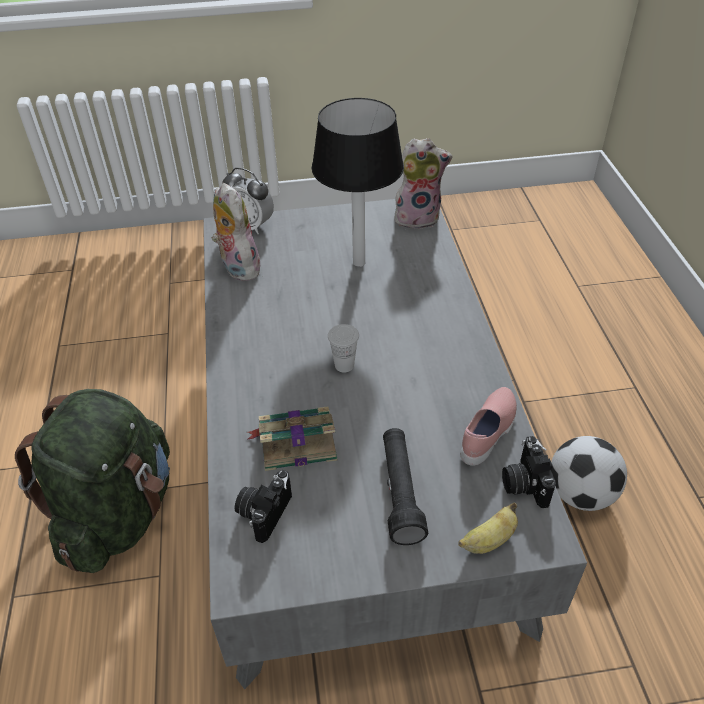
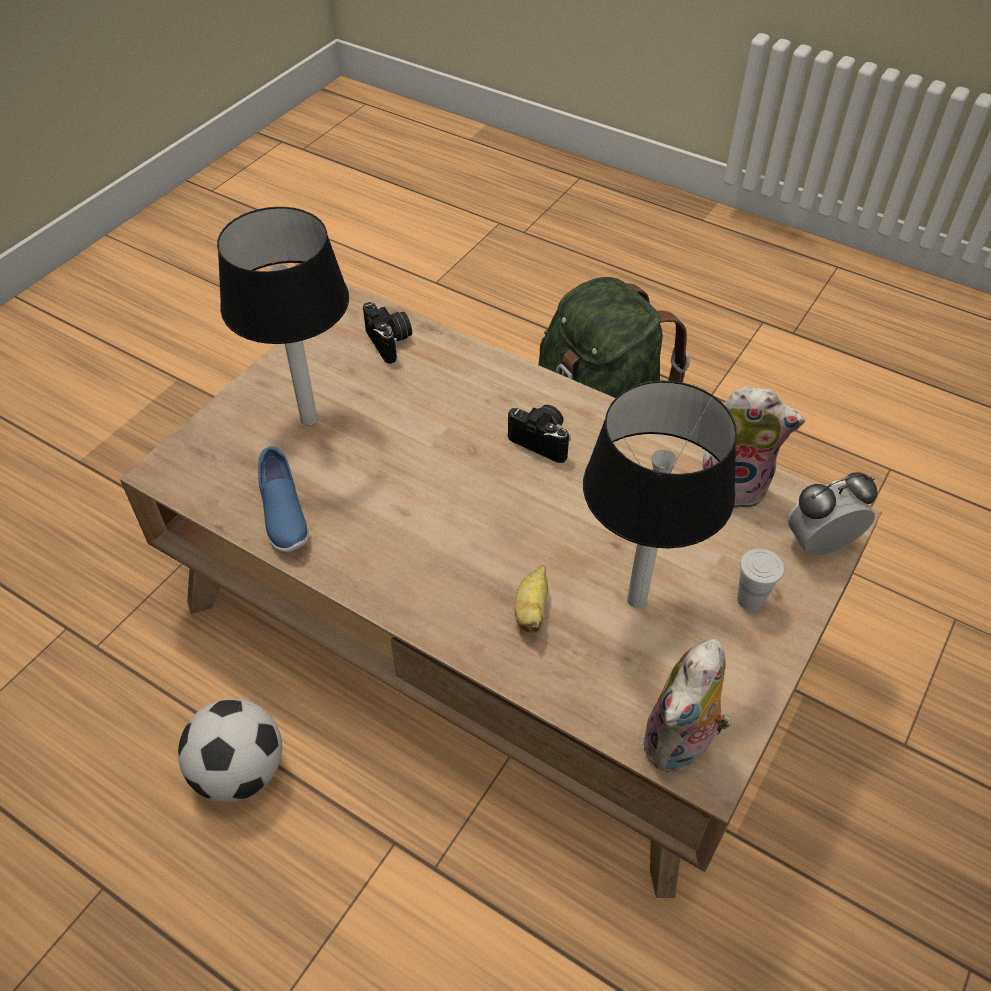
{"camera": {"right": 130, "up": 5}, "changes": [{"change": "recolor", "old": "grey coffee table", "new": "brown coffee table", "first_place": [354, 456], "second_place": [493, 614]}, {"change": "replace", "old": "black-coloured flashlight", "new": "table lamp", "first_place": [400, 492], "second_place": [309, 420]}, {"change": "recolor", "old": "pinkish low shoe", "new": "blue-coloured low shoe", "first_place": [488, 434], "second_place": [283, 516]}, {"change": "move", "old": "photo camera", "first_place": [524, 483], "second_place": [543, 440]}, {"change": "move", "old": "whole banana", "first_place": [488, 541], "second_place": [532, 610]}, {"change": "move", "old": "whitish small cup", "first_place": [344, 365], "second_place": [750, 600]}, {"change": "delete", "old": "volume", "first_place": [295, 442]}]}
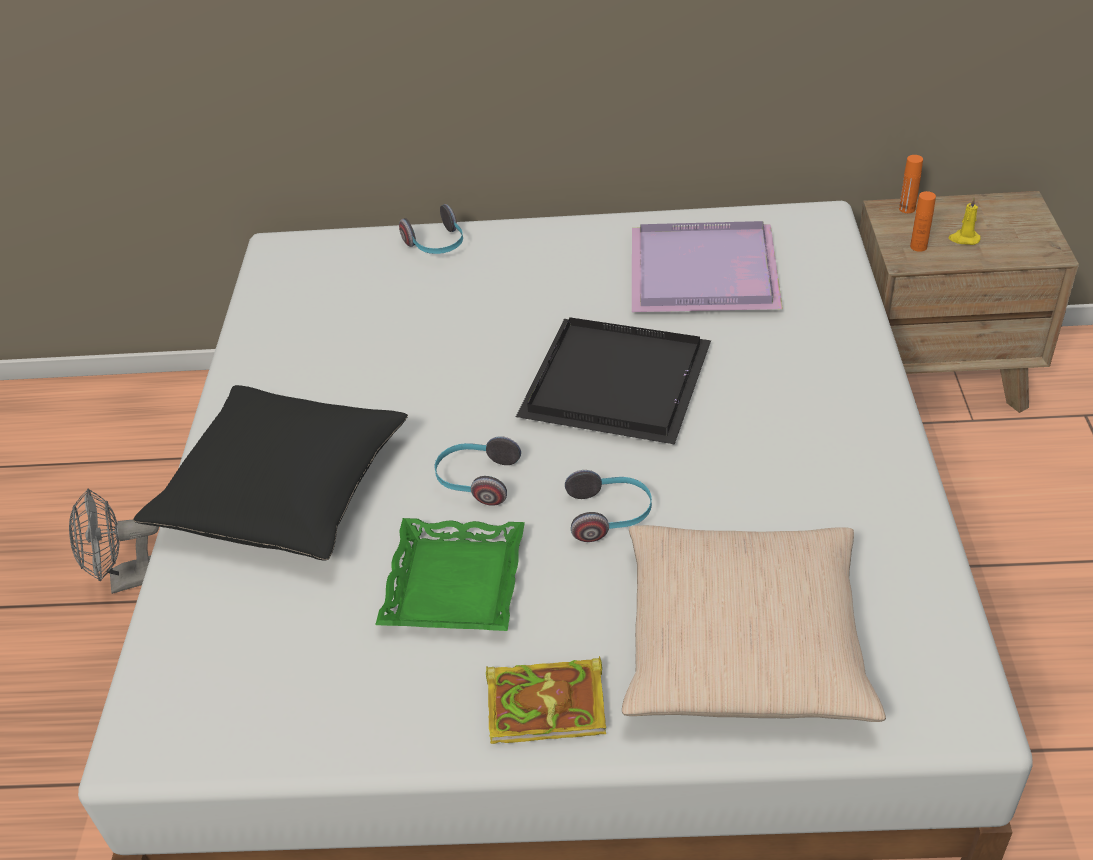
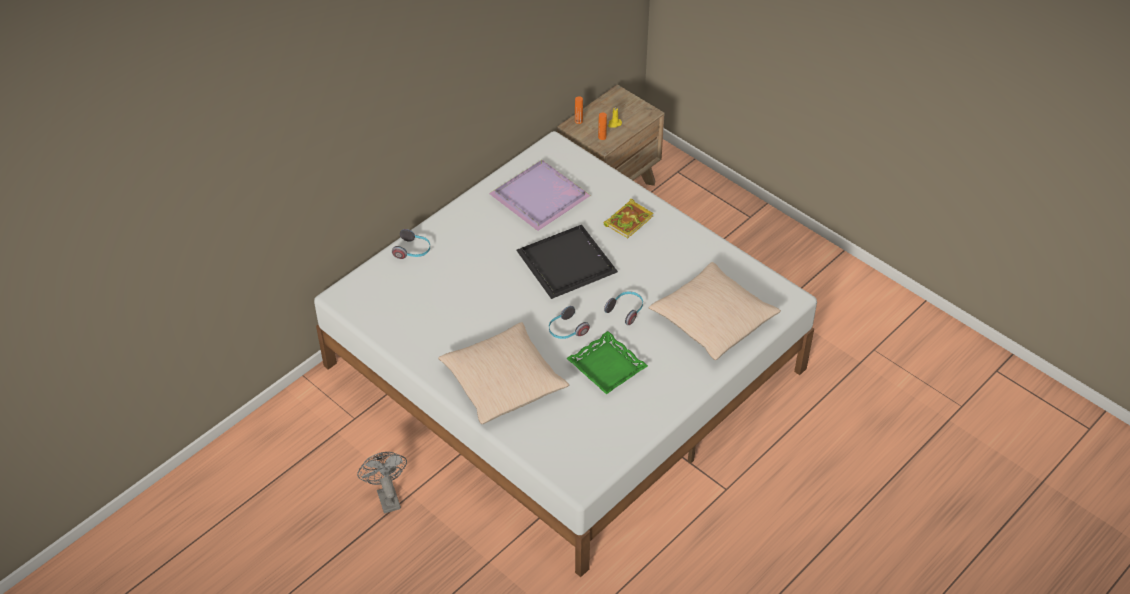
{"camera": {"right": -50, "up": 5}, "changes": [{"change": "rotate", "old": "grey electric fan", "first_place": [128, 579], "second_place": [386, 496], "degrees": 135}, {"change": "recolor", "old": "black-coloured cushion", "new": "beige cushion", "first_place": [284, 491], "second_place": [503, 382]}, {"change": "move", "old": "volume", "first_place": [549, 703], "second_place": [629, 220]}]}
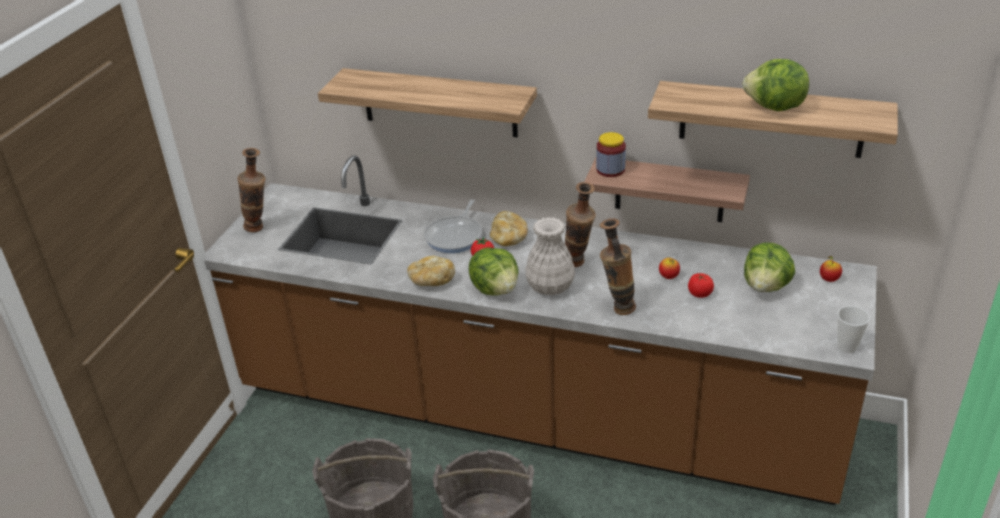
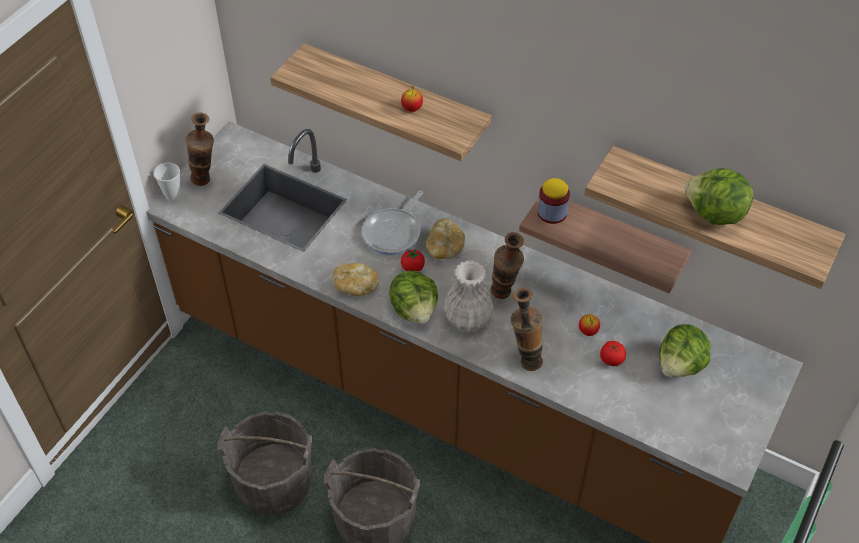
{"camera": {"right": 10, "up": 15}, "changes": [{"change": "move", "old": "small cup", "first_place": [847, 347], "second_place": [172, 195]}, {"change": "move", "old": "apple fruit", "first_place": [829, 279], "second_place": [412, 109]}]}
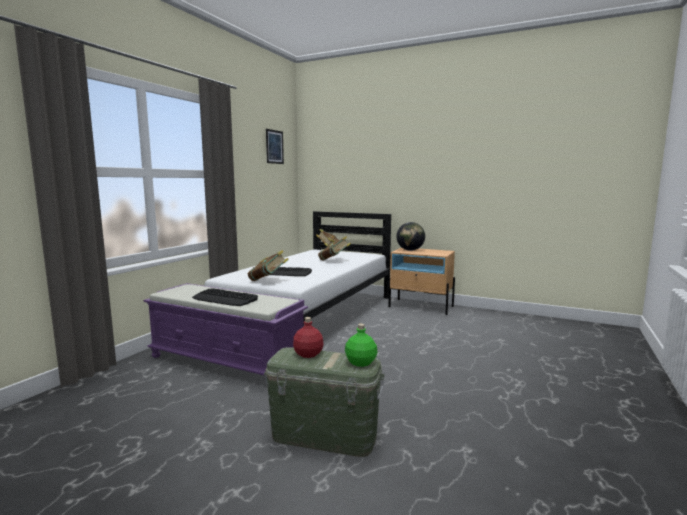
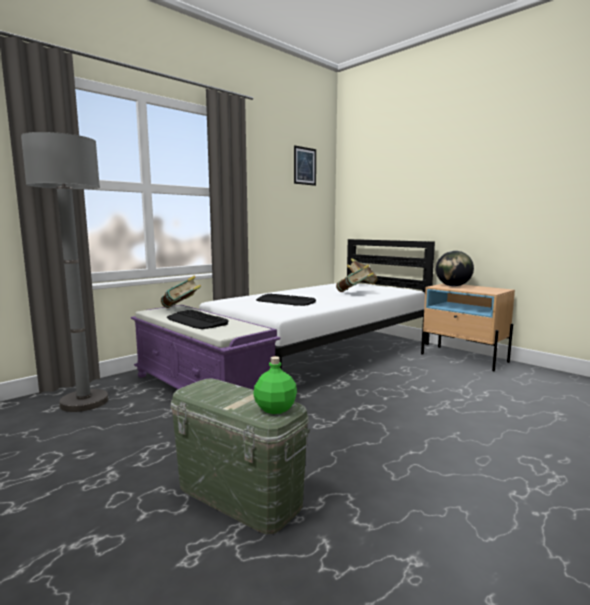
{"camera": {"right": 20, "up": 0}, "changes": [{"change": "insert", "new": "grey standard lamp", "second_place": [84, 402]}, {"change": "move", "old": "volume", "first_place": [268, 280], "second_place": [181, 308]}, {"change": "delete", "old": "reddish bottle", "first_place": [308, 354]}]}
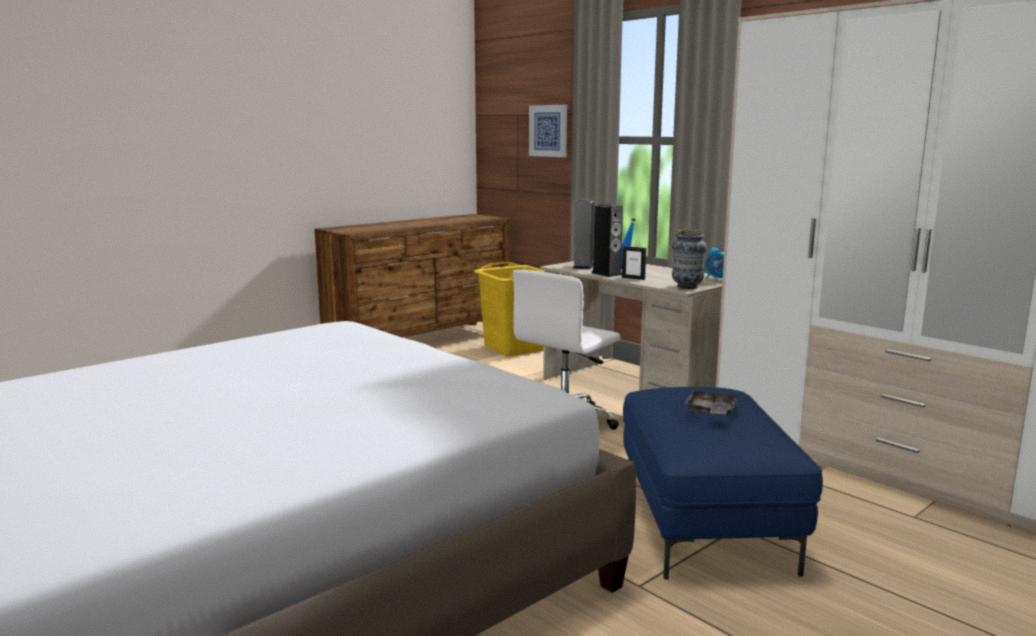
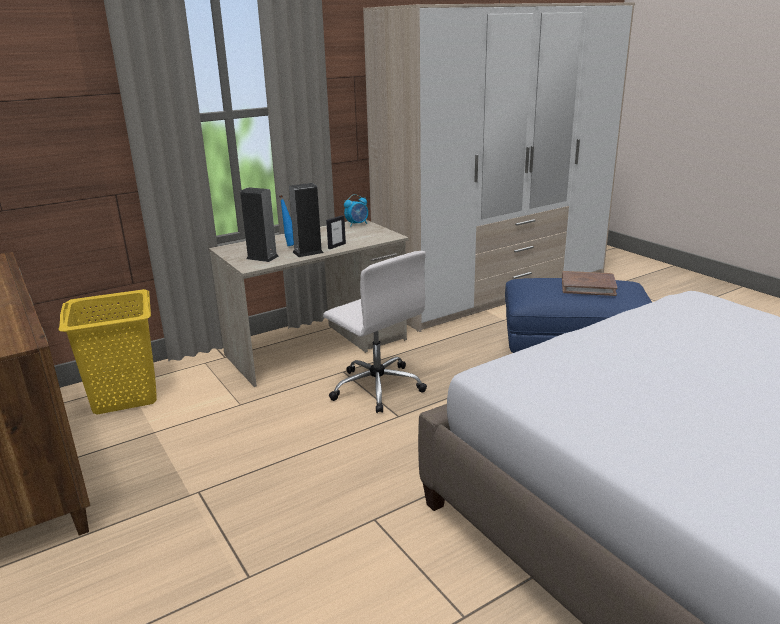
{"camera": {"right": -80, "up": 10}, "changes": [{"change": "replace", "old": "grey tray", "new": "brown volume", "first_place": [710, 412], "second_place": [588, 286]}, {"change": "delete", "old": "wall picture", "first_place": [548, 131]}, {"change": "delete", "old": "vase", "first_place": [687, 287]}]}
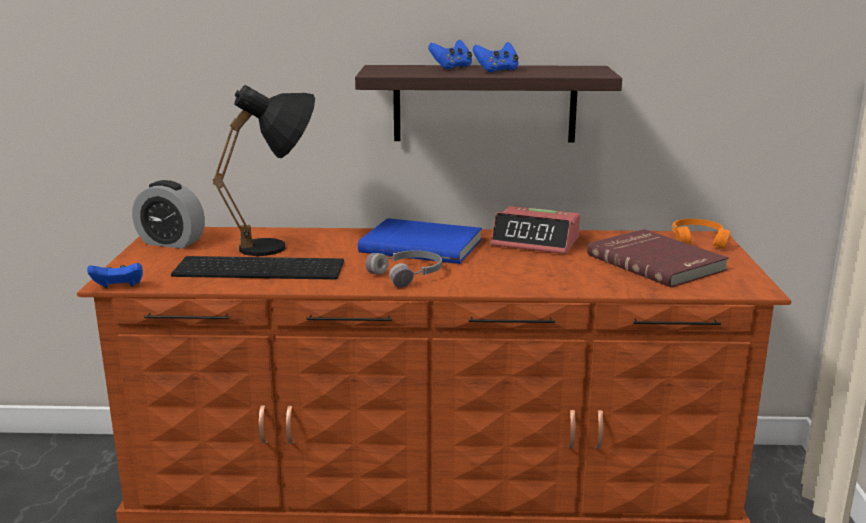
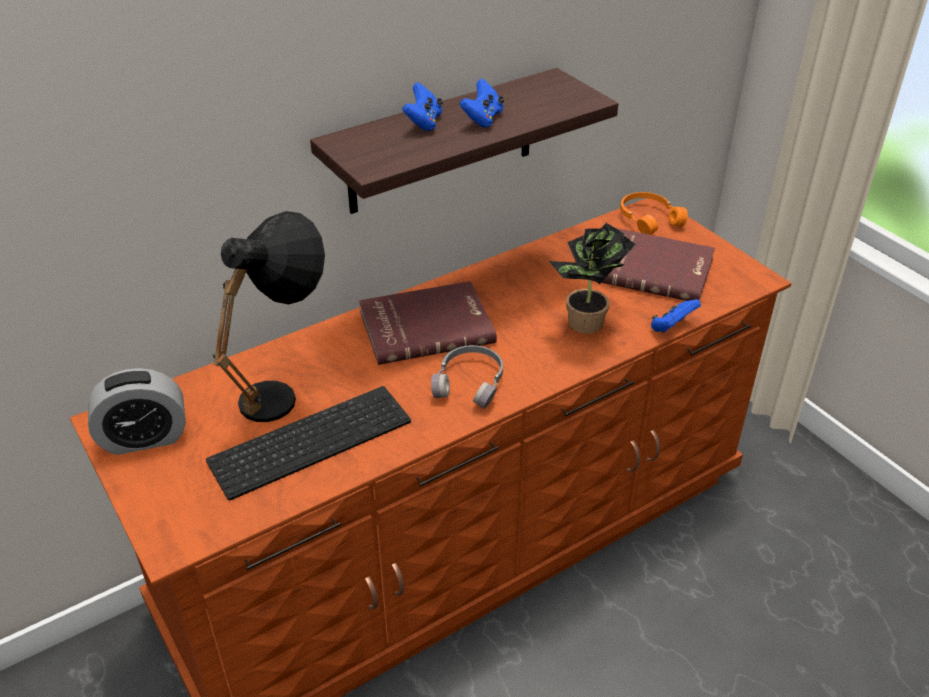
{"camera": {"right": -35, "up": 20}, "changes": [{"change": "recolor", "old": "blue-coloured volume", "new": "reddish volume", "first_place": [422, 245], "second_place": [426, 325]}, {"change": "insert", "new": "plant in a pot", "second_place": [586, 326]}, {"change": "move", "old": "blue-coloured joypad", "first_place": [118, 287], "second_place": [672, 327]}, {"change": "delete", "old": "table clock", "first_place": [536, 242]}]}
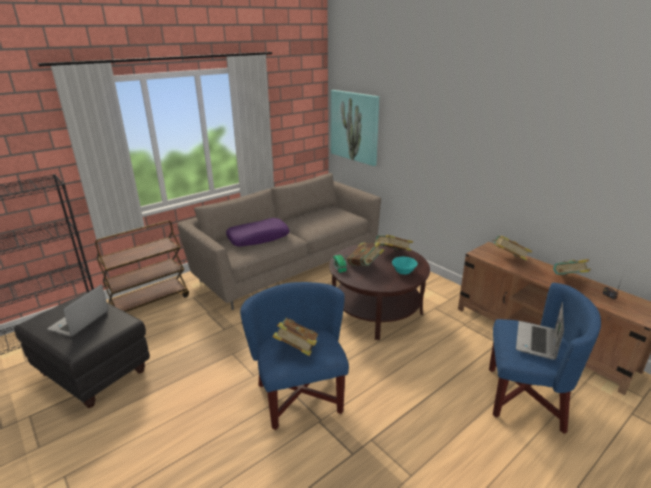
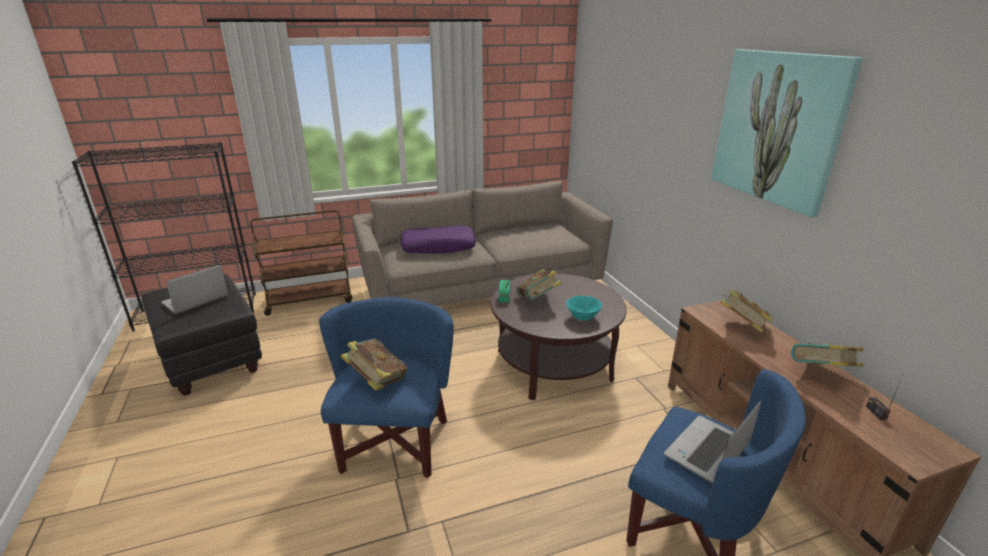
{"camera": {"right": 20, "up": 0}, "changes": [{"change": "move", "old": "wall picture", "first_place": [355, 126], "second_place": [778, 128]}, {"change": "delete", "old": "volume", "first_place": [392, 254]}]}
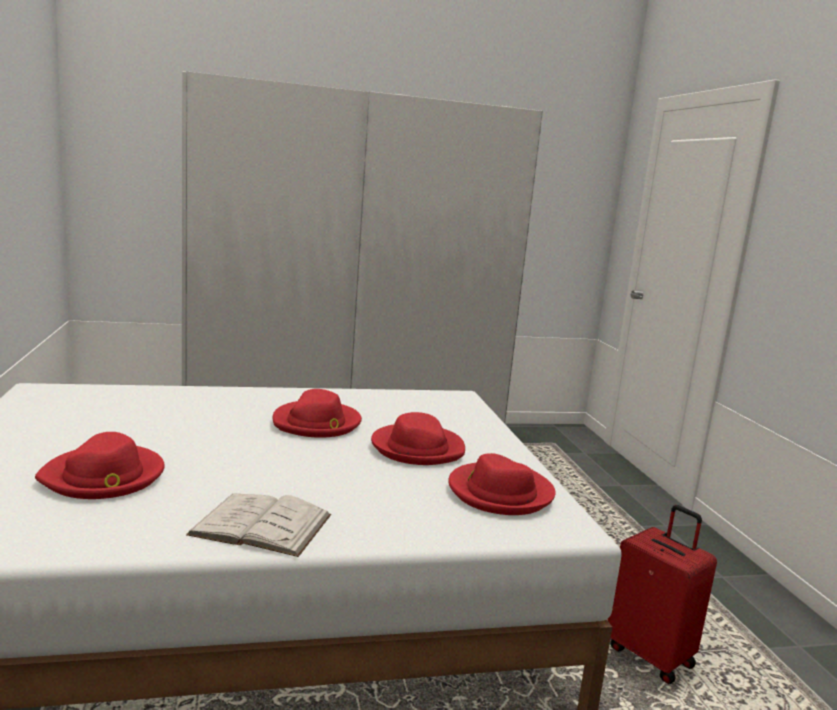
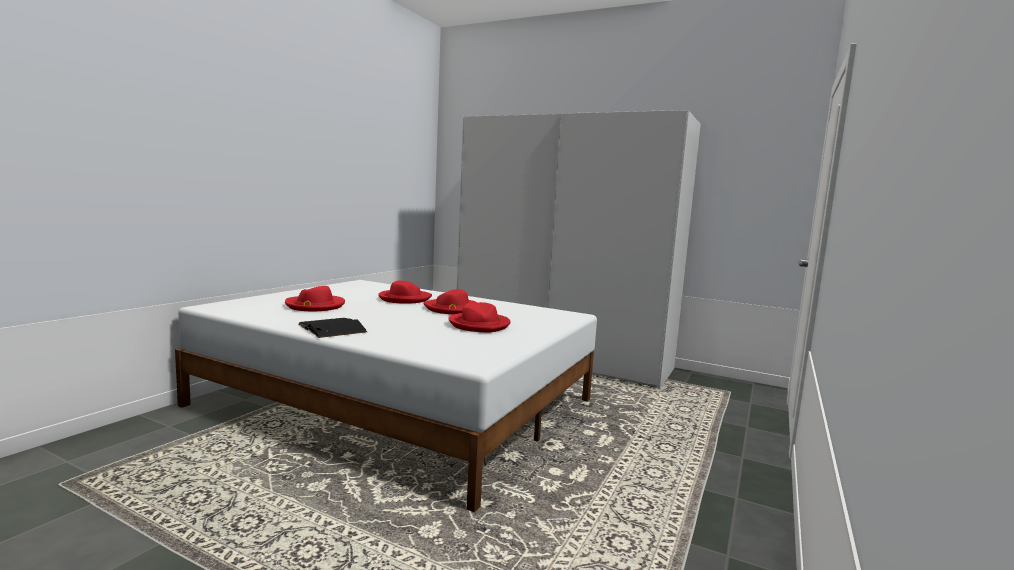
{"camera": {"right": 40, "up": -5}, "changes": [{"change": "recolor", "old": "whitish volume", "new": "black-coloured volume", "first_place": [261, 525], "second_place": [332, 328]}, {"change": "move", "old": "reddish hat", "first_place": [500, 492], "second_place": [404, 299]}, {"change": "delete", "old": "reddish travel case", "first_place": [650, 655]}]}
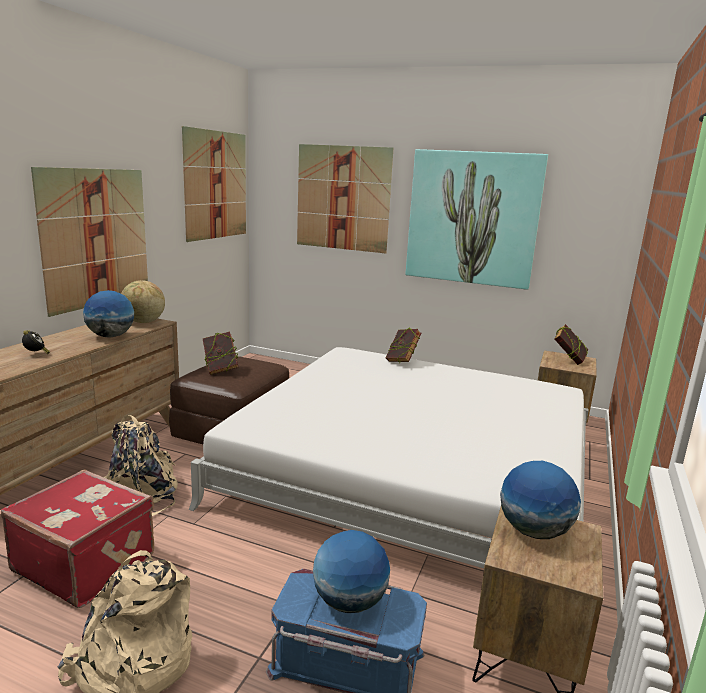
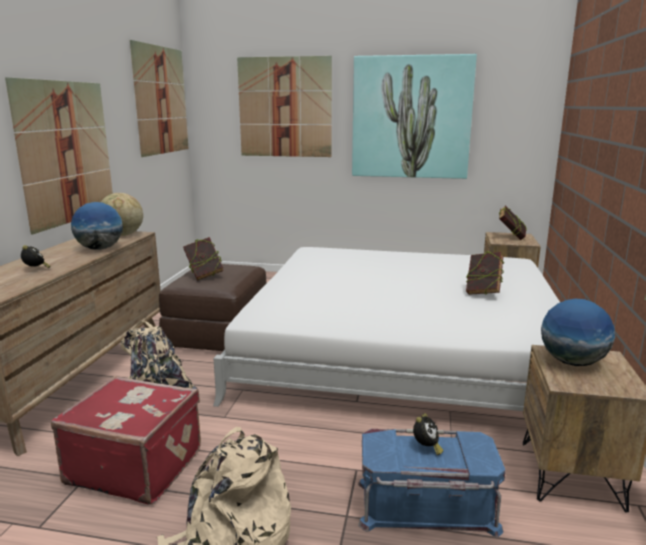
{"camera": {"right": -10, "up": 0}, "changes": [{"change": "replace", "old": "desk globe", "new": "table clock", "first_place": [349, 602], "second_place": [426, 448]}, {"change": "move", "old": "volume", "first_place": [402, 362], "second_place": [483, 293]}]}
